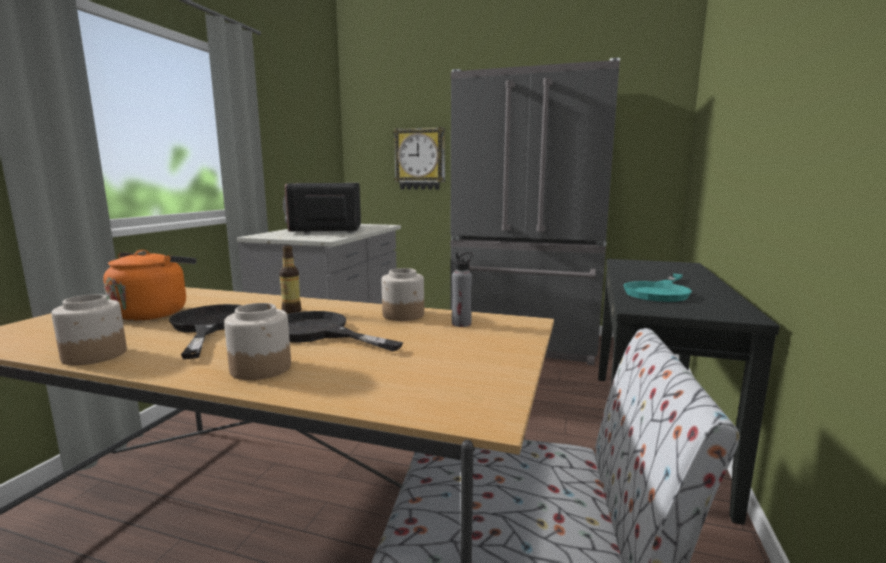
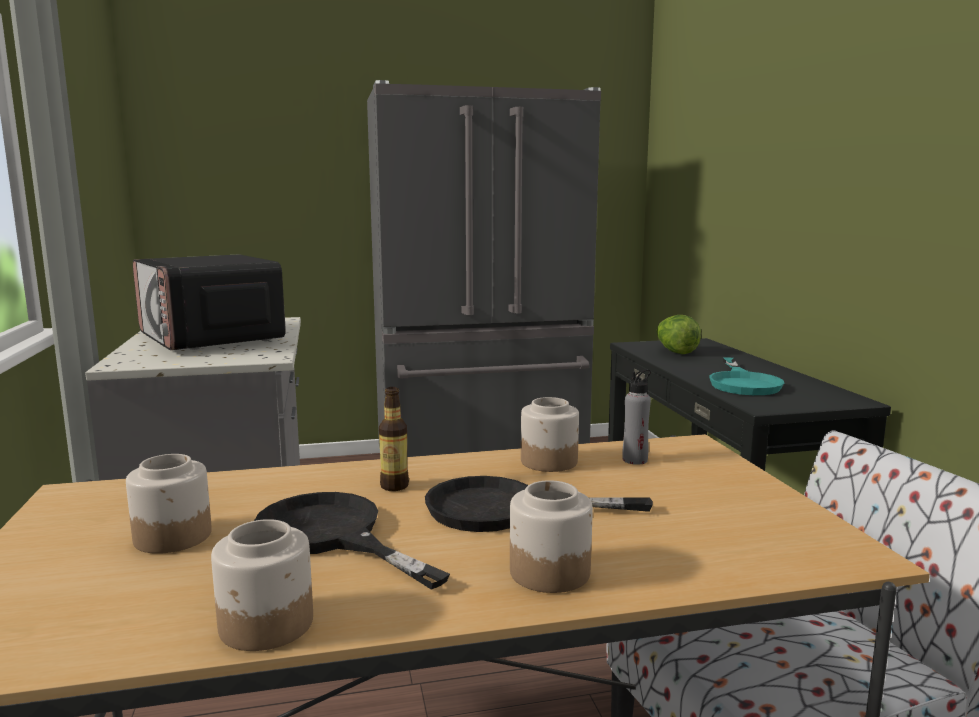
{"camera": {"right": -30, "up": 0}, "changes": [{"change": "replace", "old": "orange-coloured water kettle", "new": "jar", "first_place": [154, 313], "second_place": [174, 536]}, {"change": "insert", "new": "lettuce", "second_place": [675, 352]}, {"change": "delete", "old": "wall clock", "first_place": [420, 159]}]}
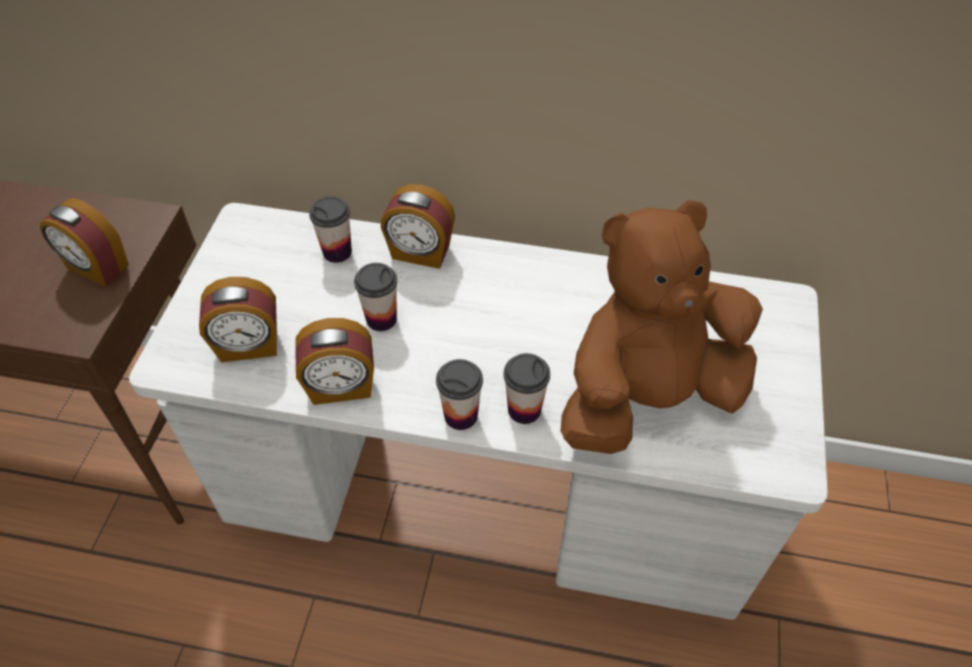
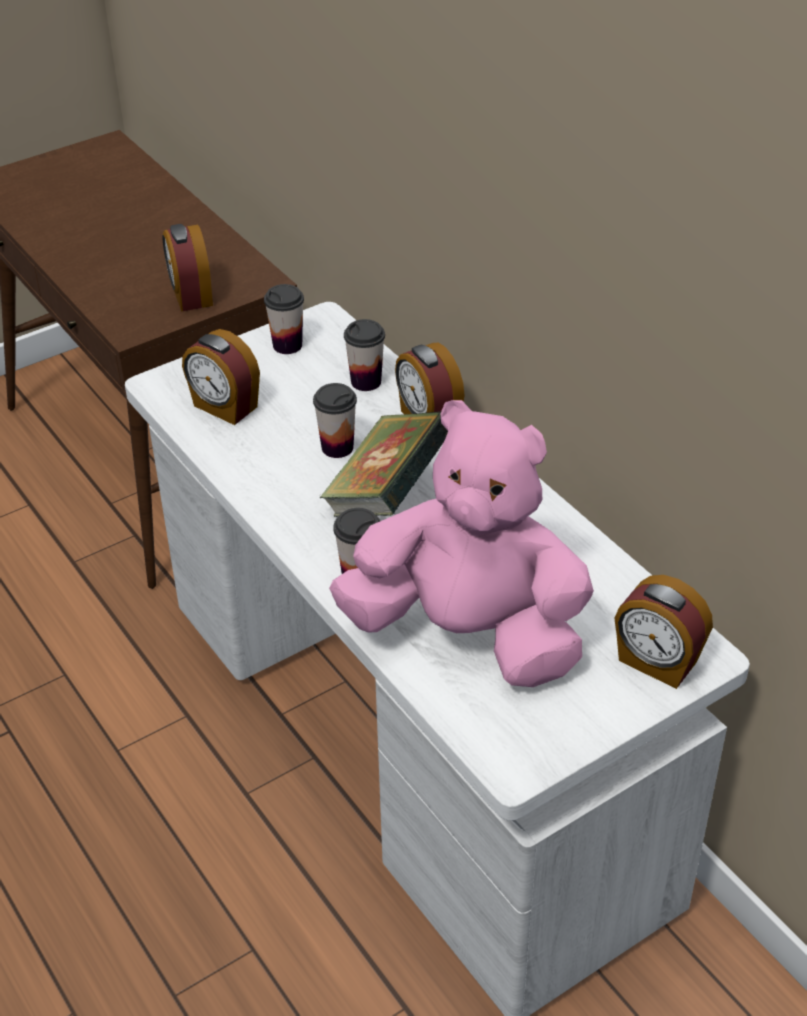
{"camera": {"right": 45, "up": -10}, "changes": [{"change": "move", "old": "small cup", "first_place": [461, 415], "second_place": [287, 345]}, {"change": "insert", "new": "volume", "second_place": [388, 495]}, {"change": "recolor", "old": "brown soft toy", "new": "pinkish soft toy", "first_place": [647, 396], "second_place": [469, 634]}, {"change": "move", "old": "table clock", "first_place": [341, 387], "second_place": [656, 662]}]}
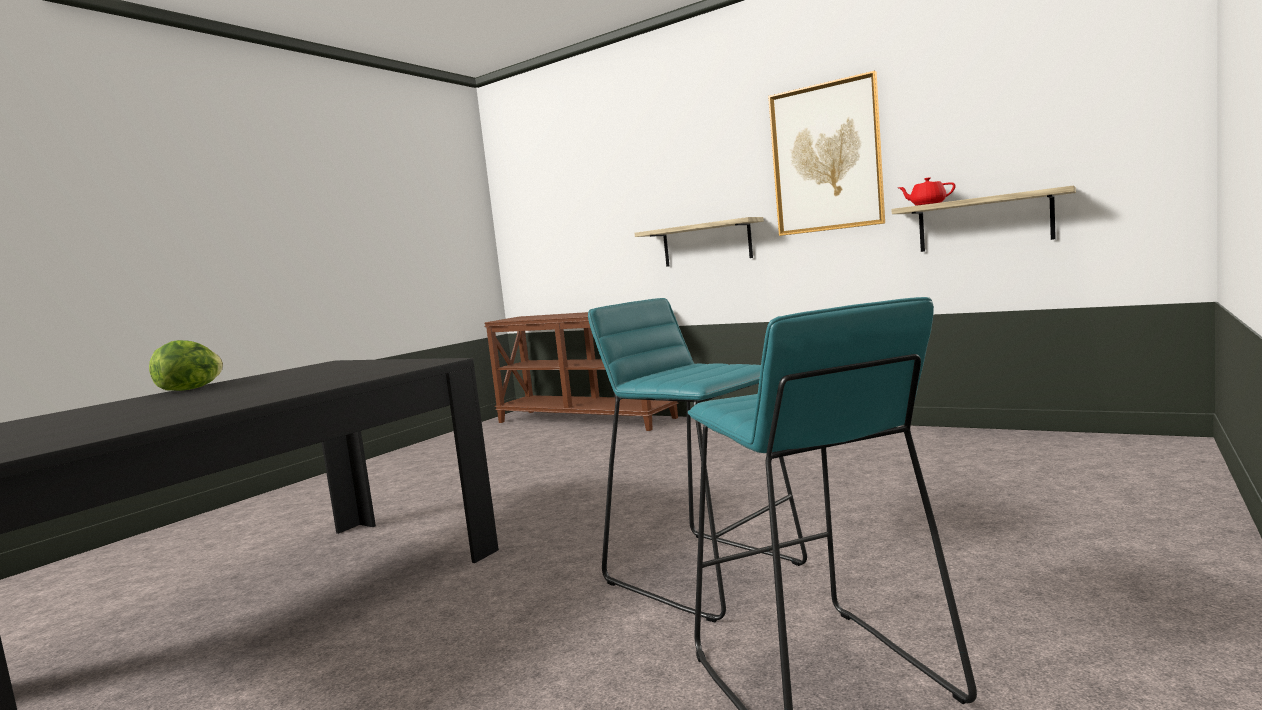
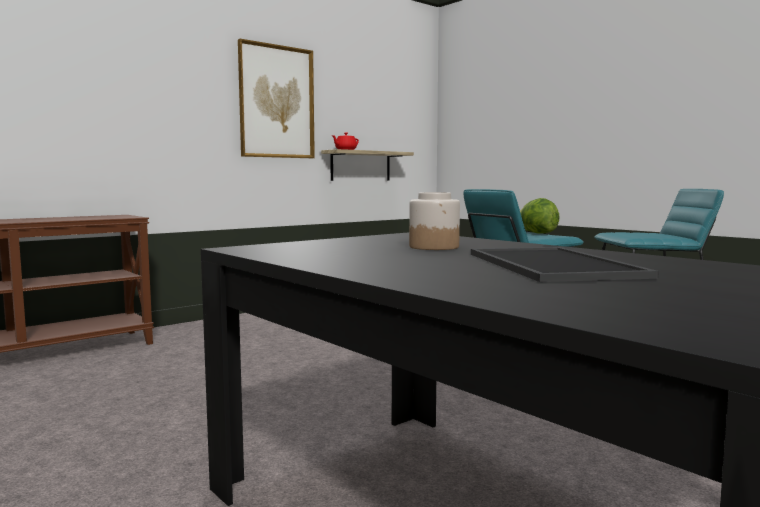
{"camera": {"right": -75, "up": 0}, "changes": [{"change": "insert", "new": "jar", "second_place": [434, 247]}, {"change": "insert", "new": "tray", "second_place": [555, 265]}, {"change": "move", "old": "lettuce", "first_place": [191, 389], "second_place": [537, 233]}, {"change": "delete", "old": "wall shelf", "first_place": [706, 243]}]}
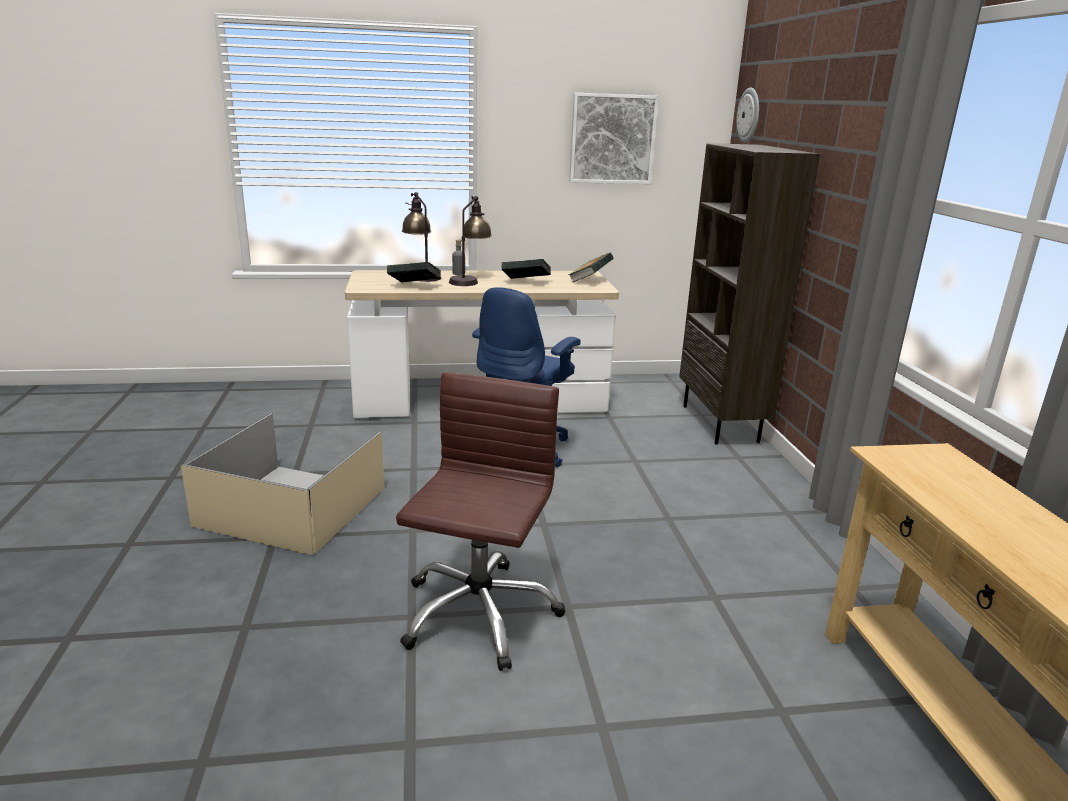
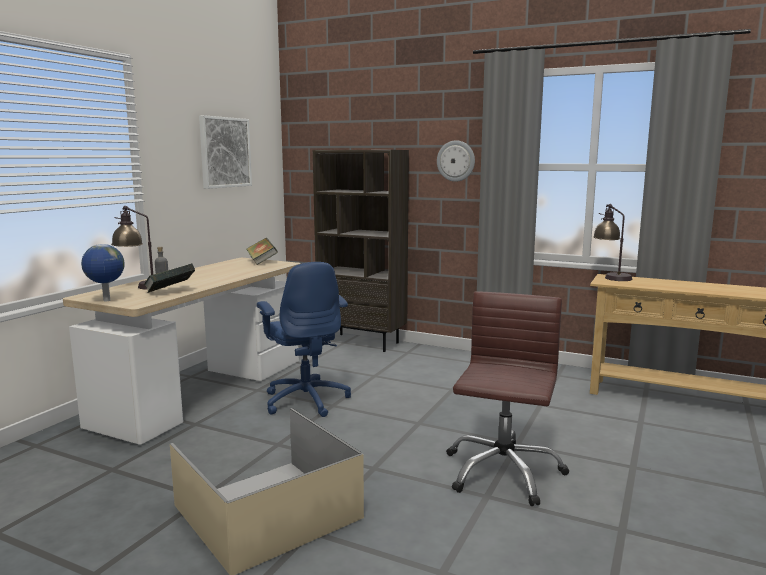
{"camera": {"right": -55, "up": -10}, "changes": [{"change": "insert", "new": "desk globe", "second_place": [106, 300]}, {"change": "move", "old": "wall clock", "first_place": [749, 115], "second_place": [456, 161]}, {"change": "rotate", "old": "brown desk chair", "first_place": [478, 613], "second_place": [502, 472], "degrees": 60}, {"change": "move", "old": "table lamp", "first_place": [470, 280], "second_place": [610, 276]}, {"change": "delete", "old": "volume", "first_place": [526, 282]}]}
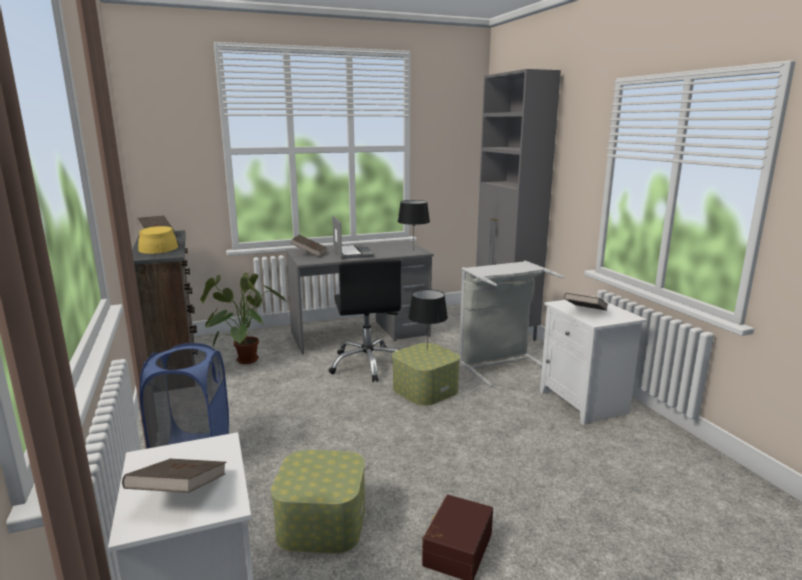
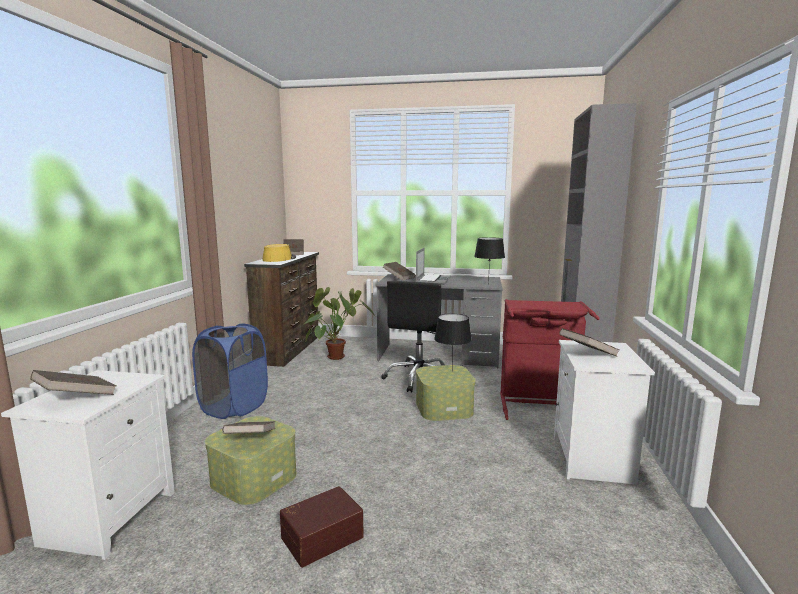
{"camera": {"right": 30, "up": -5}, "changes": [{"change": "insert", "new": "brown volume", "second_place": [251, 439]}, {"change": "recolor", "old": "grey laundry basket", "new": "reddish laundry basket", "first_place": [500, 364], "second_place": [540, 404]}]}
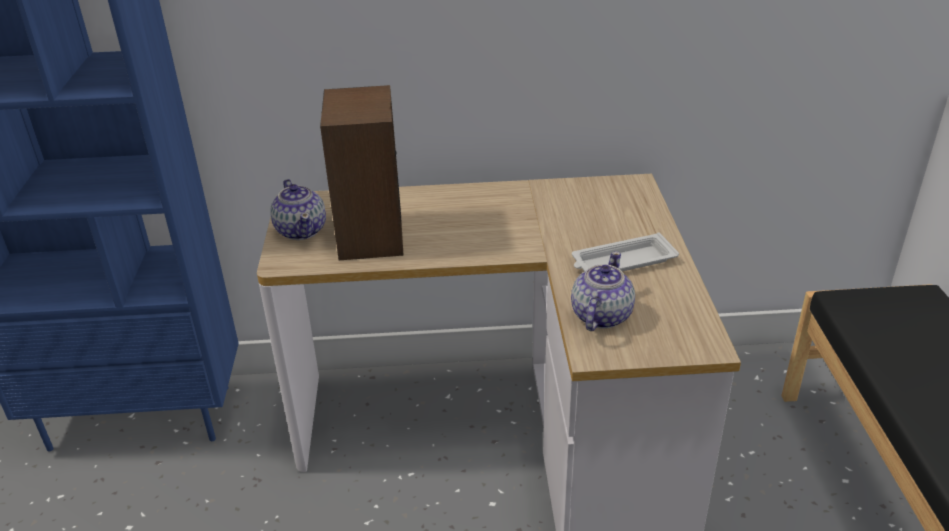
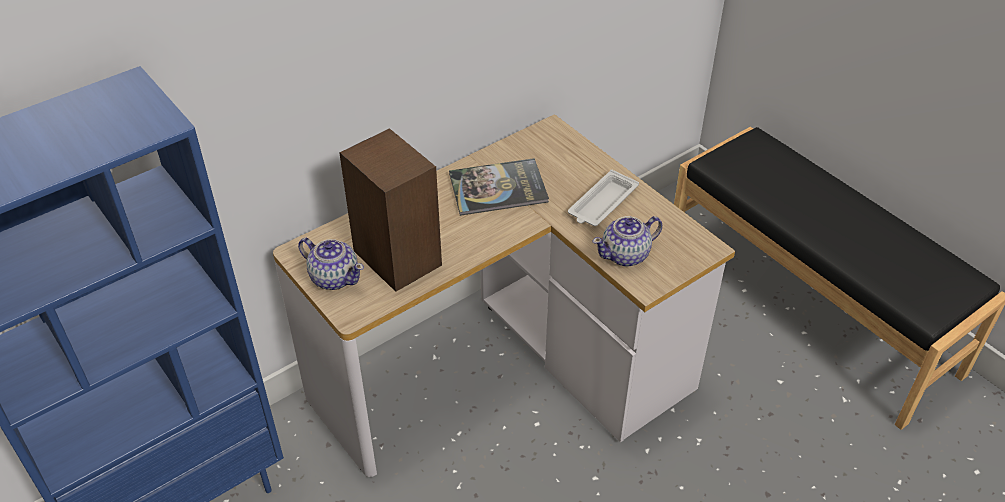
{"camera": {"right": -35, "up": 10}, "changes": [{"change": "insert", "new": "volume", "second_place": [498, 188]}, {"change": "rotate", "old": "teapot", "first_place": [600, 316], "second_place": [626, 255], "degrees": -105}]}
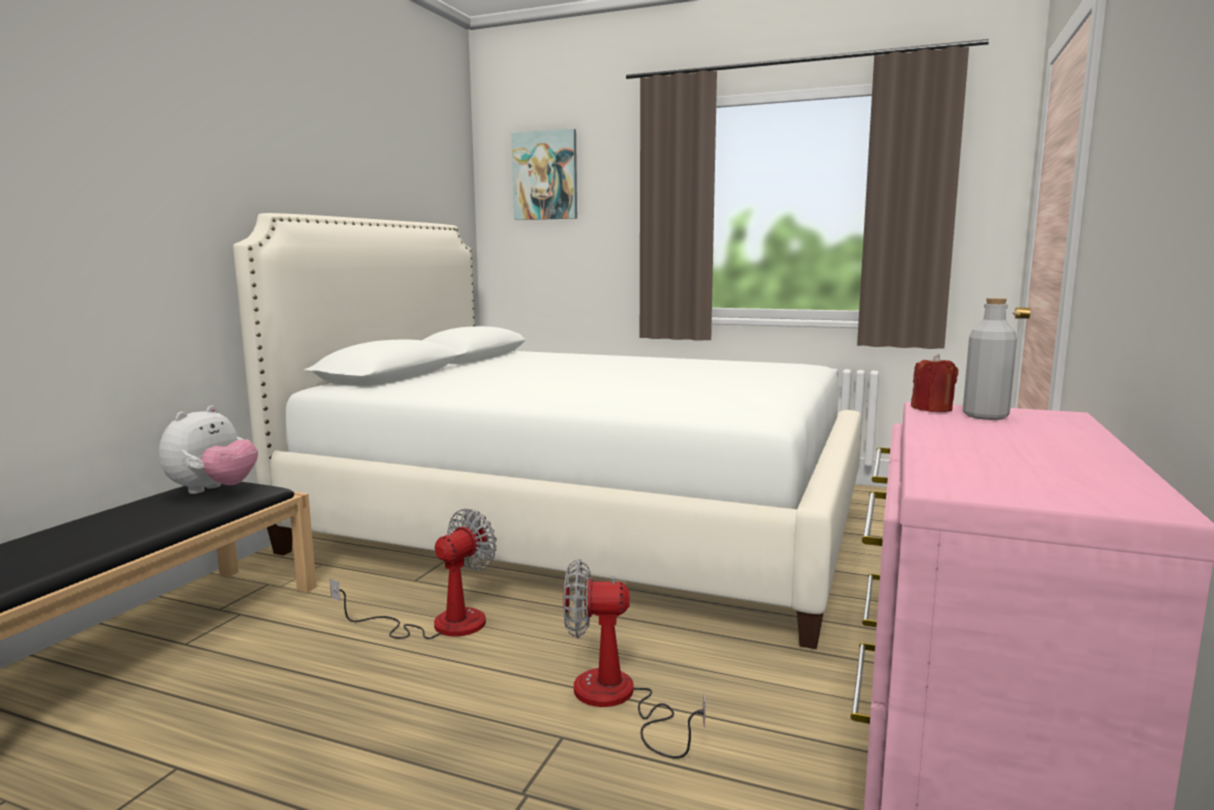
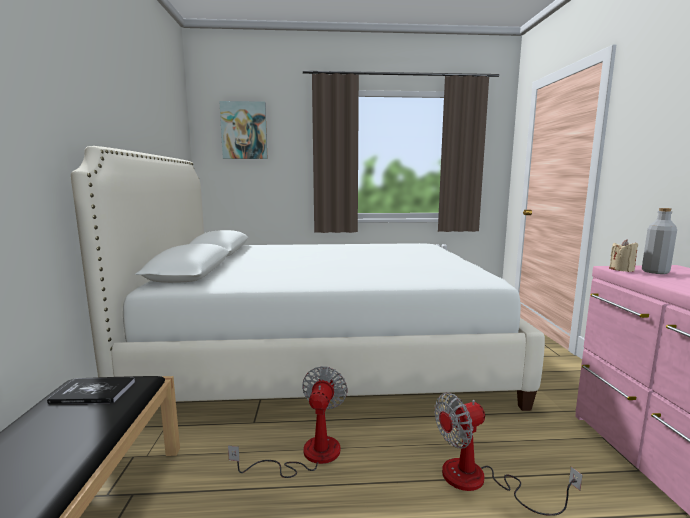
{"camera": {"right": -25, "up": 0}, "changes": [{"change": "replace", "old": "soft toy", "new": "volume", "first_place": [213, 490], "second_place": [93, 392]}, {"change": "recolor", "old": "reddish wax light", "new": "beige wax light", "first_place": [932, 409], "second_place": [621, 270]}]}
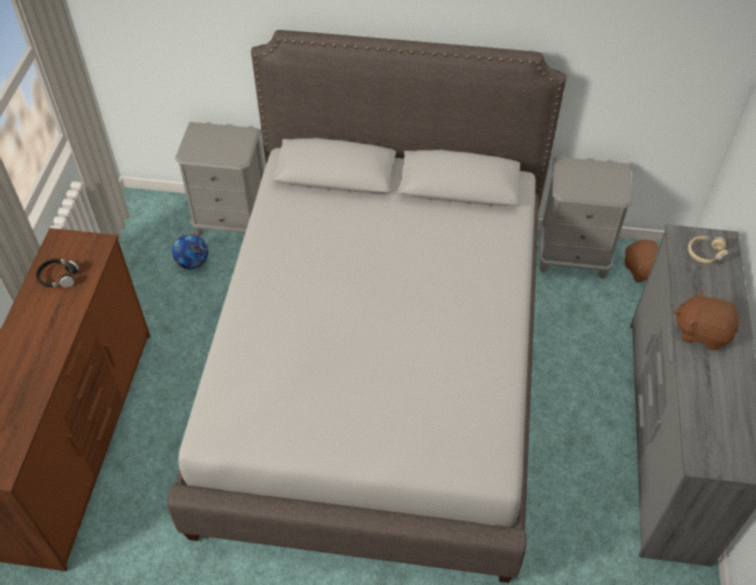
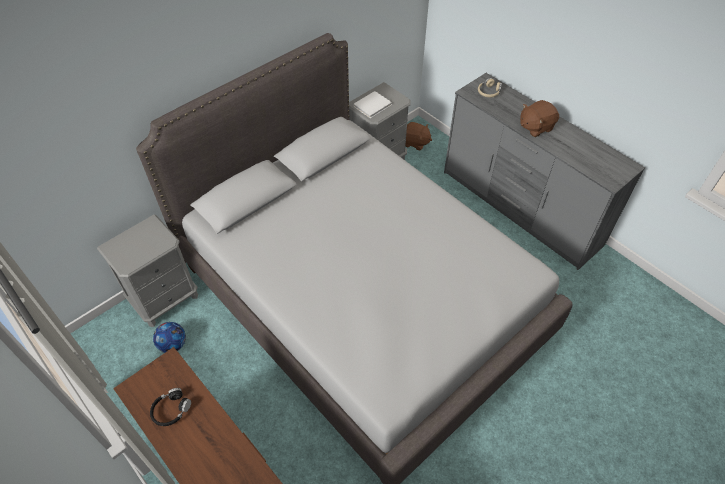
{"camera": {"right": -50, "up": 0}, "changes": [{"change": "insert", "new": "whitish volume", "second_place": [373, 105]}]}
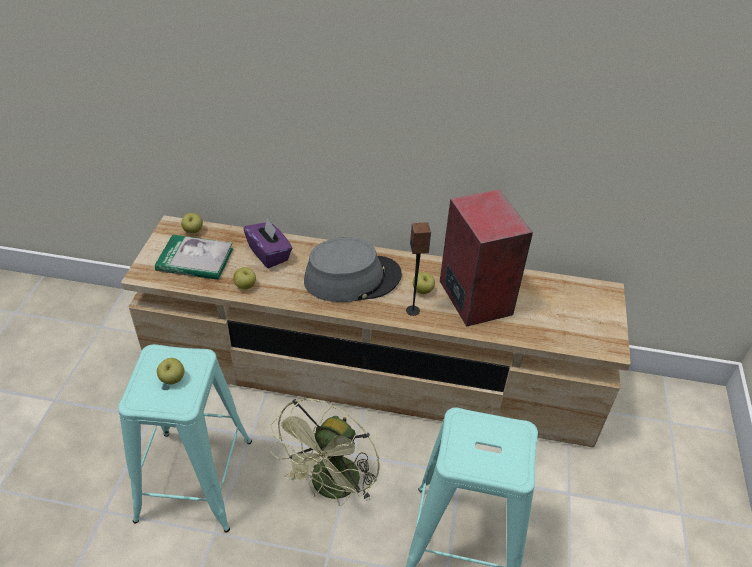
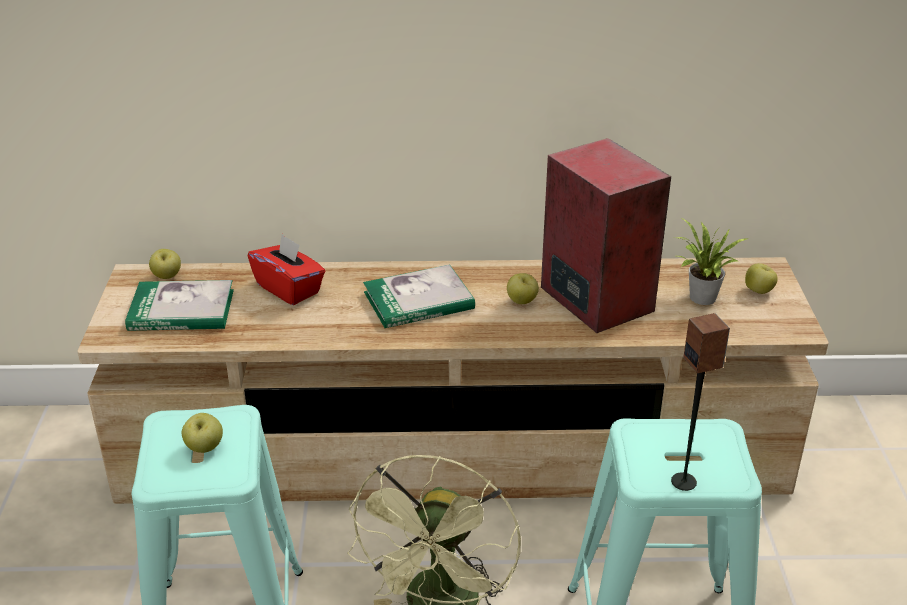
{"camera": {"right": -10, "up": -10}, "changes": [{"change": "recolor", "old": "purplish tissue holder", "new": "reddish tissue holder", "first_place": [269, 254], "second_place": [289, 288]}, {"change": "replace", "old": "grey hat", "new": "volume", "first_place": [352, 278], "second_place": [418, 300]}, {"change": "move", "old": "speaker", "first_place": [413, 310], "second_place": [684, 481]}, {"change": "insert", "new": "plant in a pot", "second_place": [700, 299]}, {"change": "move", "old": "apple fruit", "first_place": [245, 286], "second_place": [758, 291]}]}
